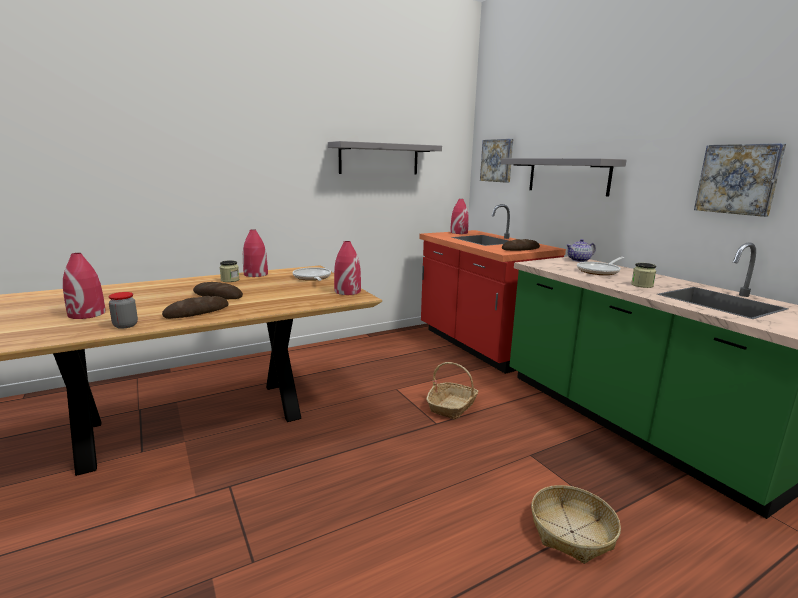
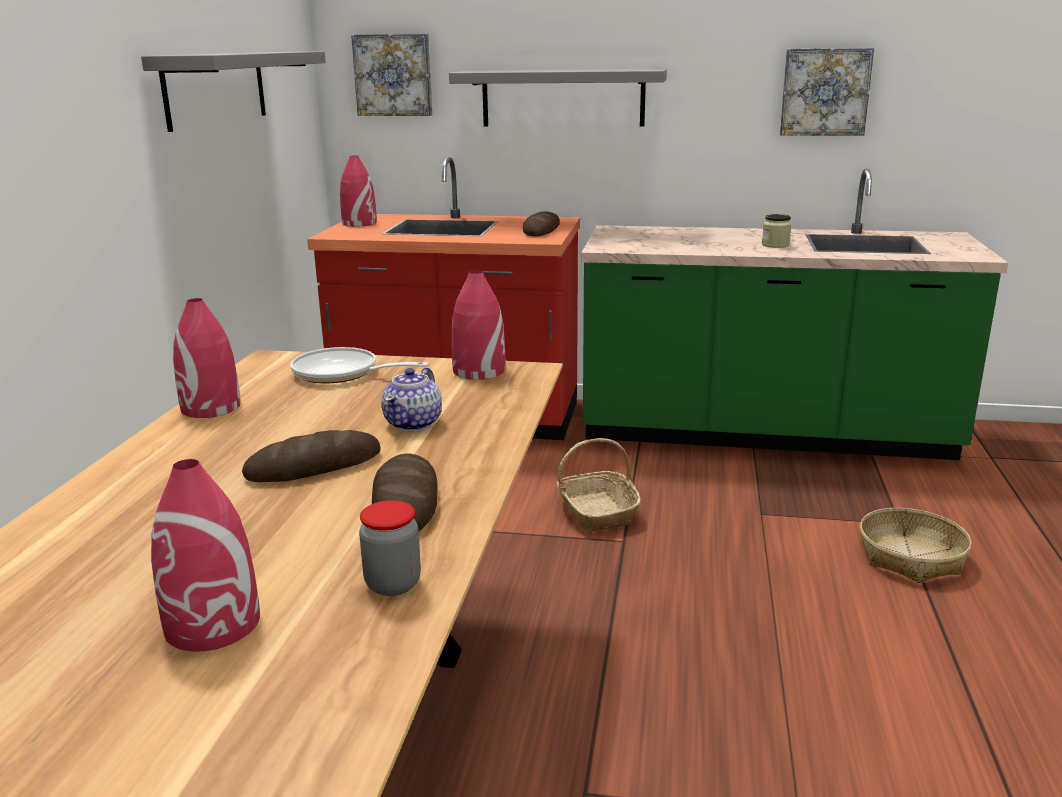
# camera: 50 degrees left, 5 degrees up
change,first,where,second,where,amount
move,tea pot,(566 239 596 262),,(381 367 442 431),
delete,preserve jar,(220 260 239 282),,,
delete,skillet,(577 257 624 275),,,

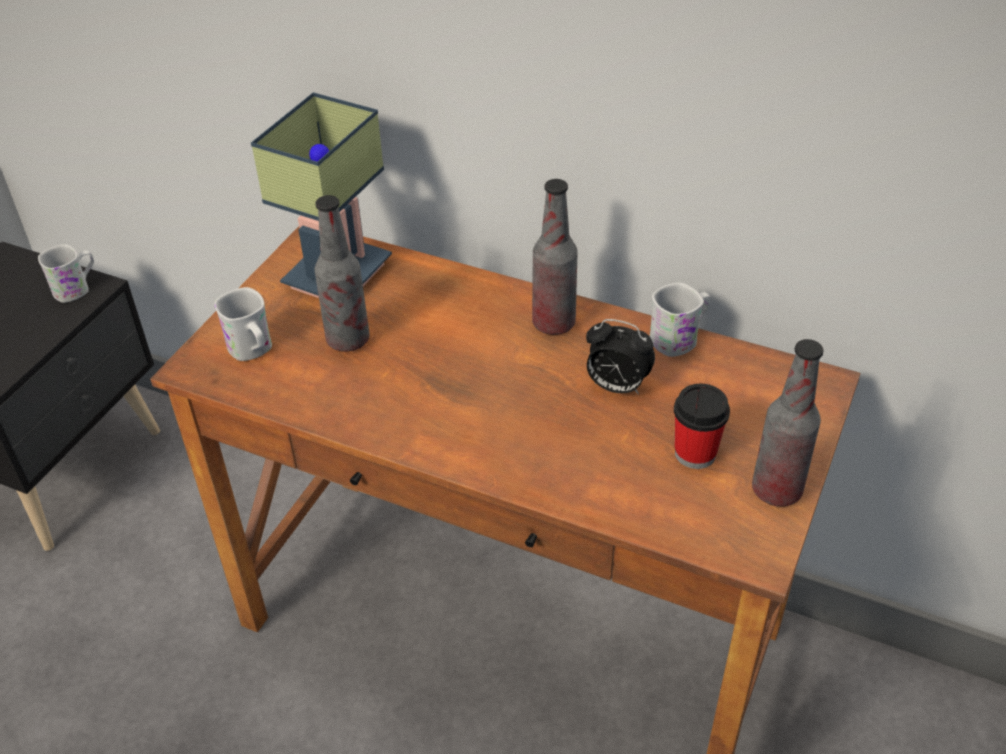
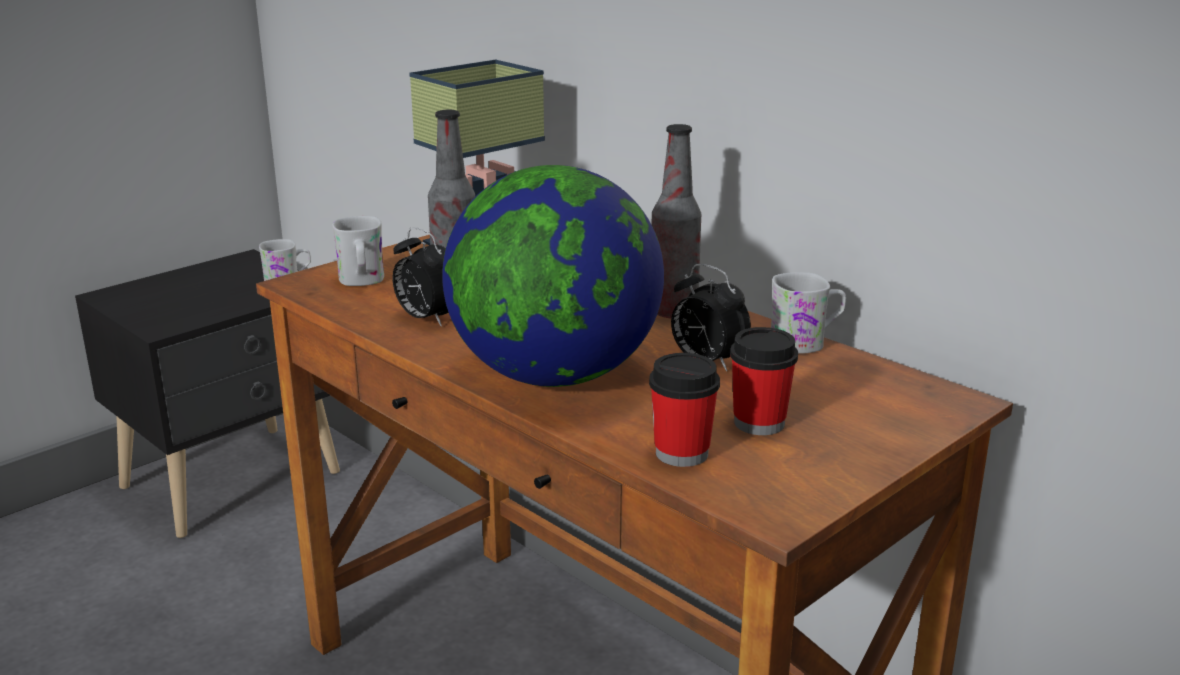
# camera: 20 degrees right, 20 degrees down
change,first,where,second,where,amount
insert,,,alarm clock,(393 227 449 327),
insert,,,world globe,(442 165 664 387),
insert,,,small cup,(649 353 720 467),
delete,bottle,(752 339 823 507),,,

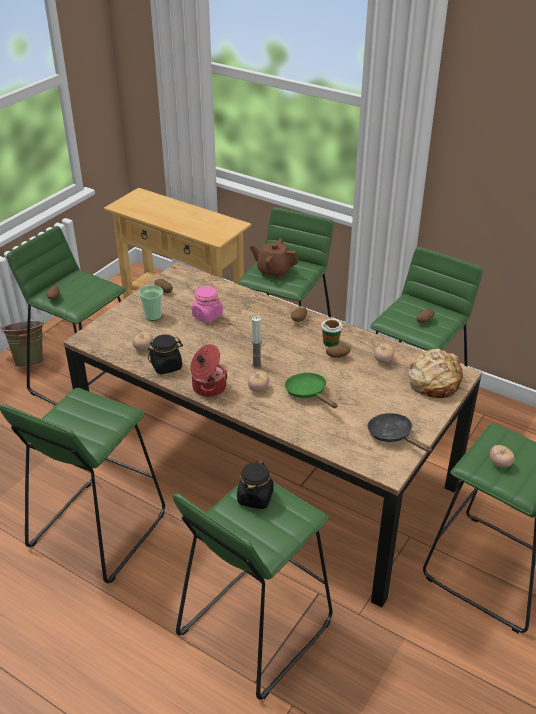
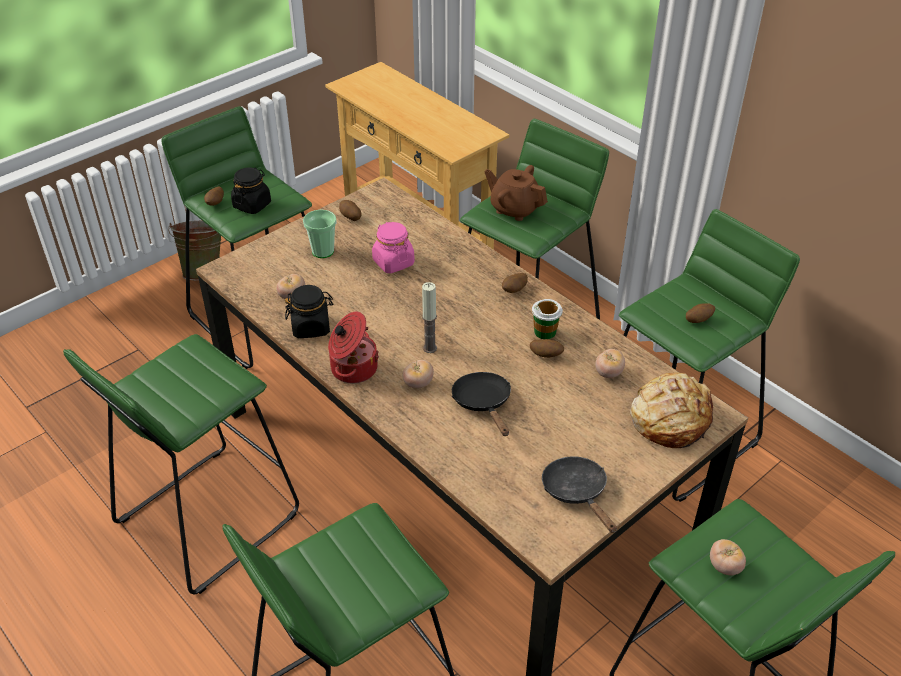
# camera: 15 degrees right, 5 degrees up
change,first,where,second,where,amount
move,black preserve jar,(237 461 274 509),,(231 168 271 214),
recolor,green-coloured skillet,(285 373 338 408),black skillet,(452 372 511 436),

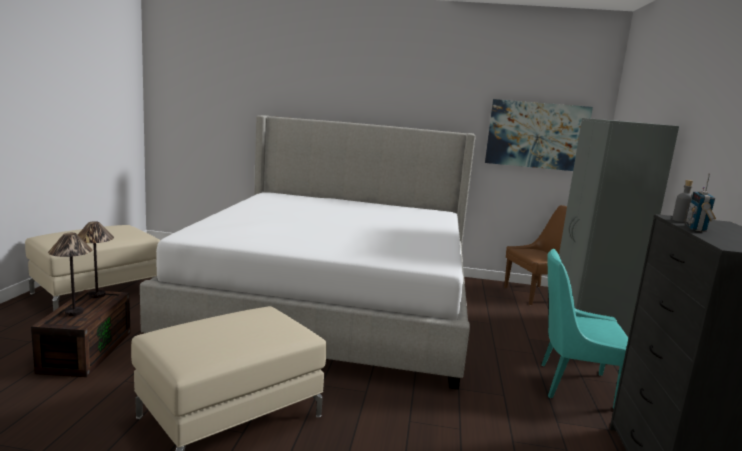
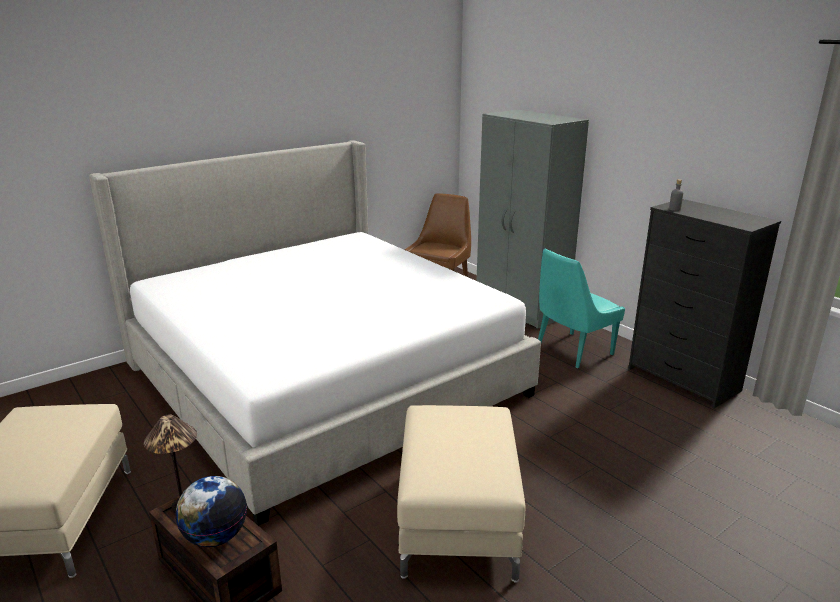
# camera: 45 degrees left, 10 degrees up
change,first,where,second,where,amount
replace,table lamp,(48 233 92 316),world globe,(176 476 247 547),
delete,wall art,(485 99 593 171),,,
delete,radio set,(686 174 716 232),,,

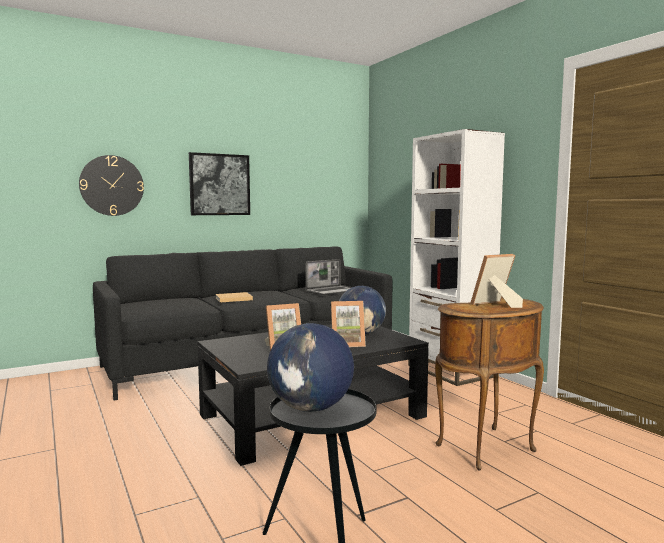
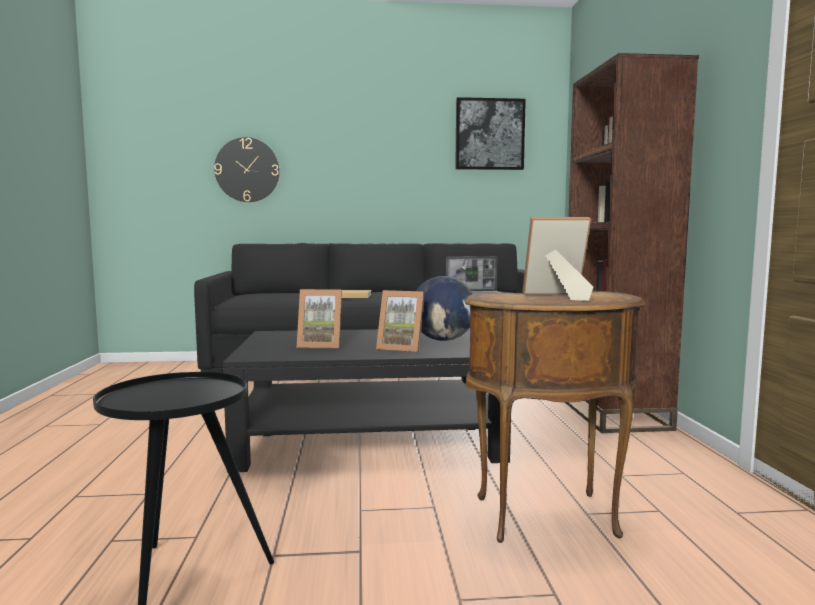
# camera: 25 degrees right, 0 degrees up
change,first,where,second,where,amount
move,wall art,(189 152 250 215),,(455 97 526 170),
recolor,white shelving unit,(408 129 505 386),brown shelving unit,(564 53 699 433),
delete,world globe,(267 323 354 412),,,

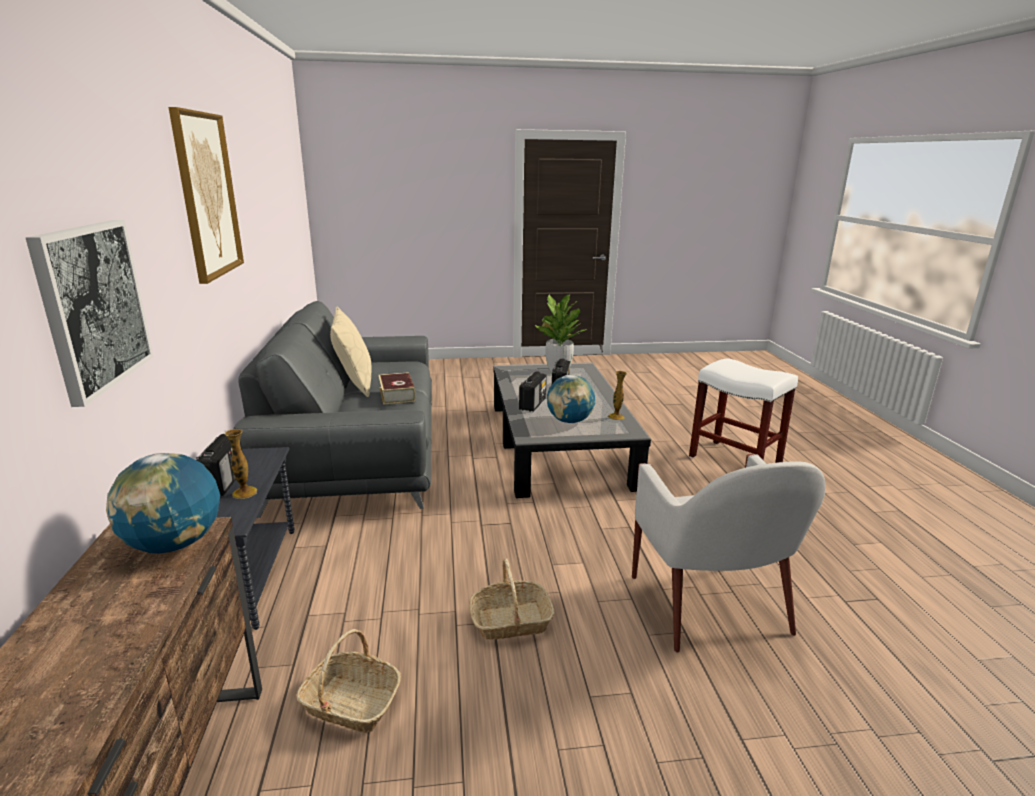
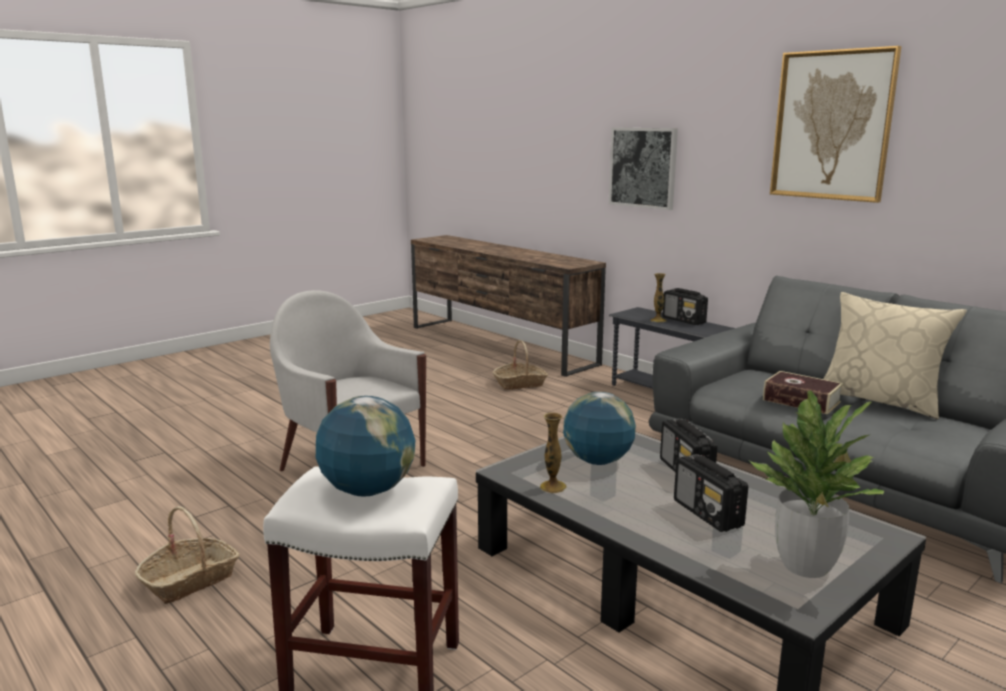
# camera: 145 degrees right, 5 degrees down
change,first,where,second,where,amount
move,household basket,(469 558 554 640),,(135 506 239 604),
move,world globe,(106 453 220 554),,(316 396 415 497),

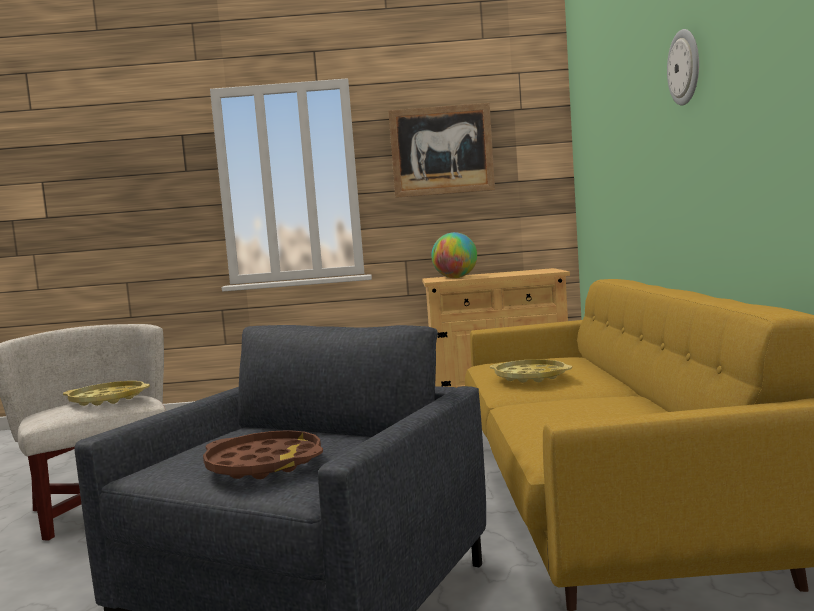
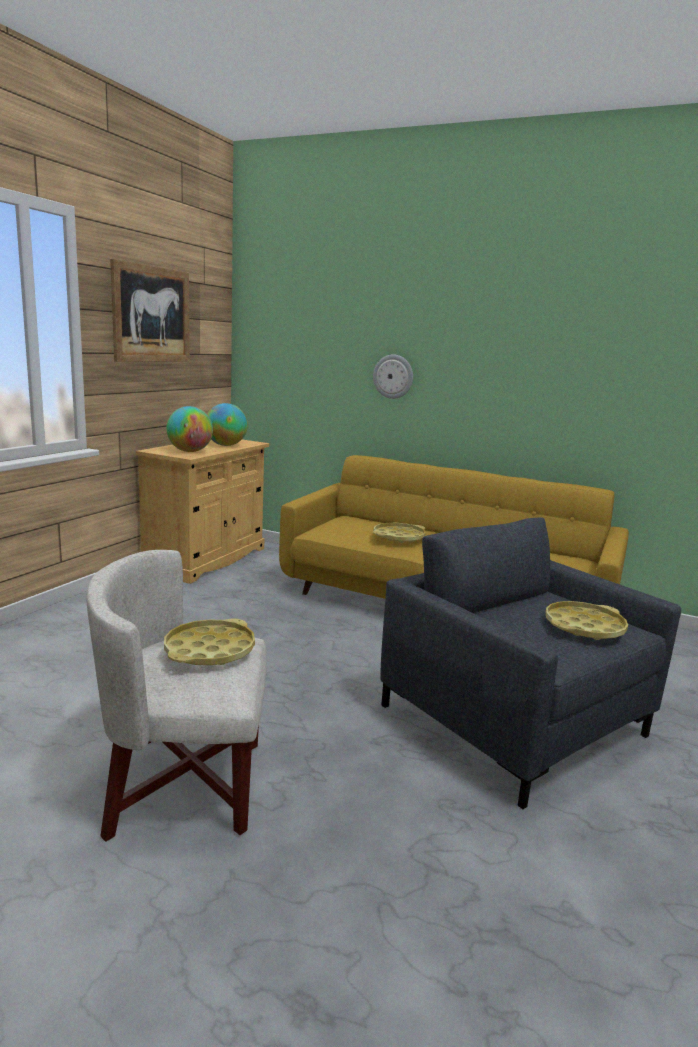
# camera: 65 degrees left, 10 degrees up
change,first,where,second,where,amount
insert,,,world globe,(207 403 248 446),
move,clock on the wall,(667 29 699 106),,(373 354 413 399),
recolor,brown carrying tray,(203 430 323 479),yellow carrying tray,(546 601 628 640),

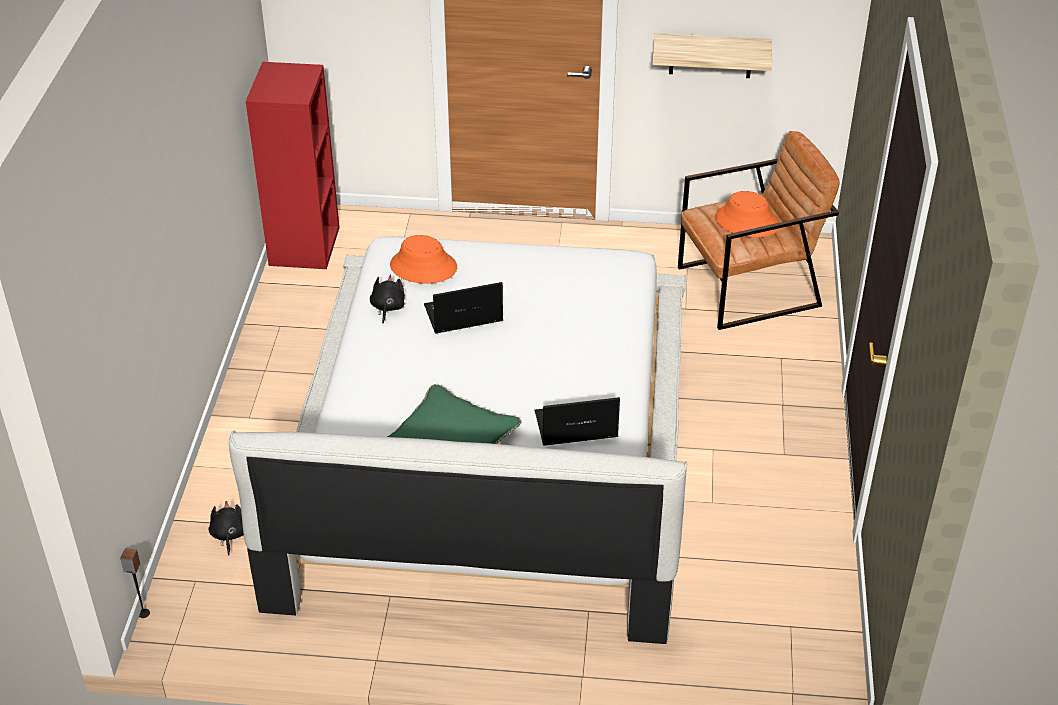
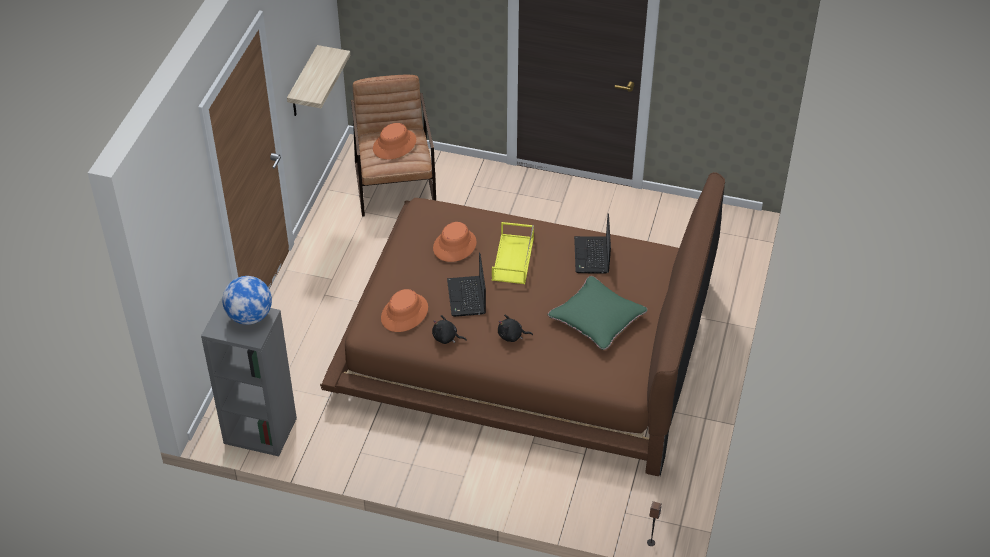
# camera: 80 degrees left, 5 degrees up
change,first,where,second,where,amount
recolor,reddish shelving unit,(246 62 340 269),grey shelving unit,(201 298 297 456),
insert,,,world globe,(222 276 272 325),
recolor,white bed,(229 236 687 644),brown bed,(320 172 725 476),
insert,,,orange-coloured hat,(433 222 477 262),
insert,,,yellow carrying tray,(492 222 534 284),
move,black cuddly toy,(209 501 244 555),,(498 315 533 342),

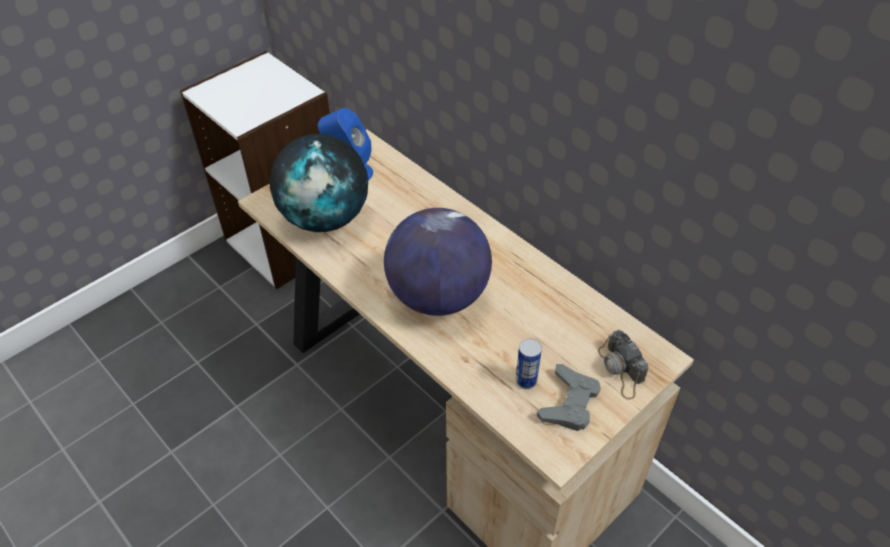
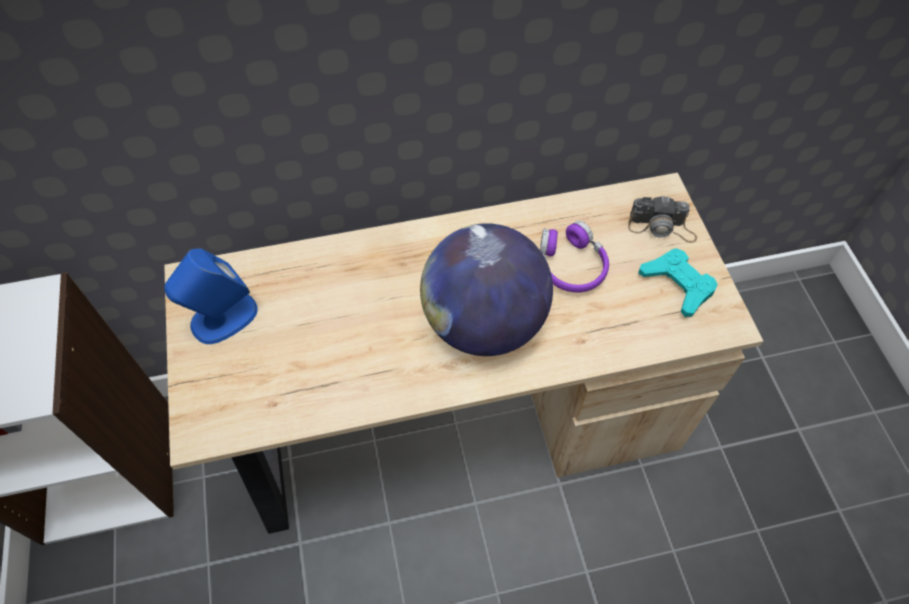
# camera: 60 degrees left, 10 degrees up
change,first,where,second,where,amount
insert,,,purple headphones,(540 220 609 293),
recolor,grey gamepad,(537 364 601 431),turquoise gamepad,(638 248 718 317),
delete,world globe,(269 134 368 232),,,
delete,metal can,(516 339 542 389),,,

